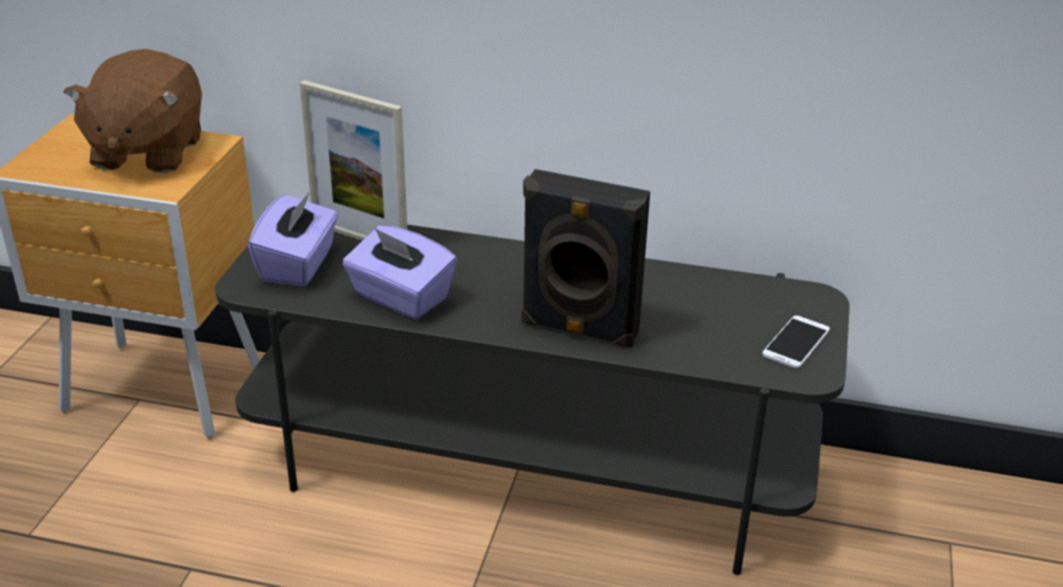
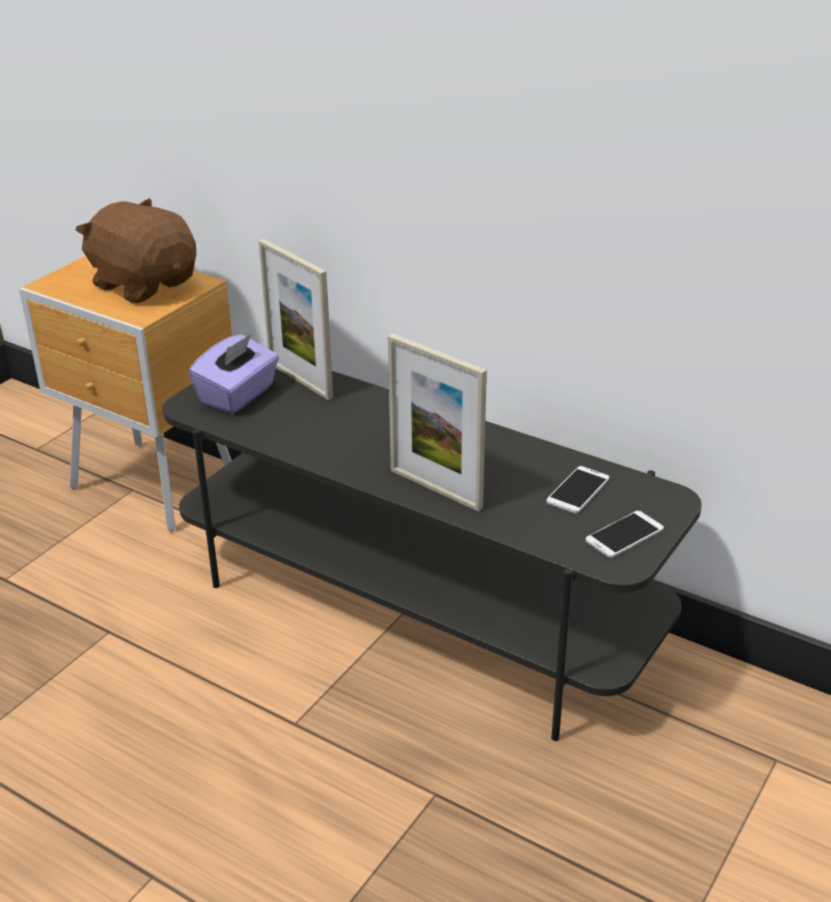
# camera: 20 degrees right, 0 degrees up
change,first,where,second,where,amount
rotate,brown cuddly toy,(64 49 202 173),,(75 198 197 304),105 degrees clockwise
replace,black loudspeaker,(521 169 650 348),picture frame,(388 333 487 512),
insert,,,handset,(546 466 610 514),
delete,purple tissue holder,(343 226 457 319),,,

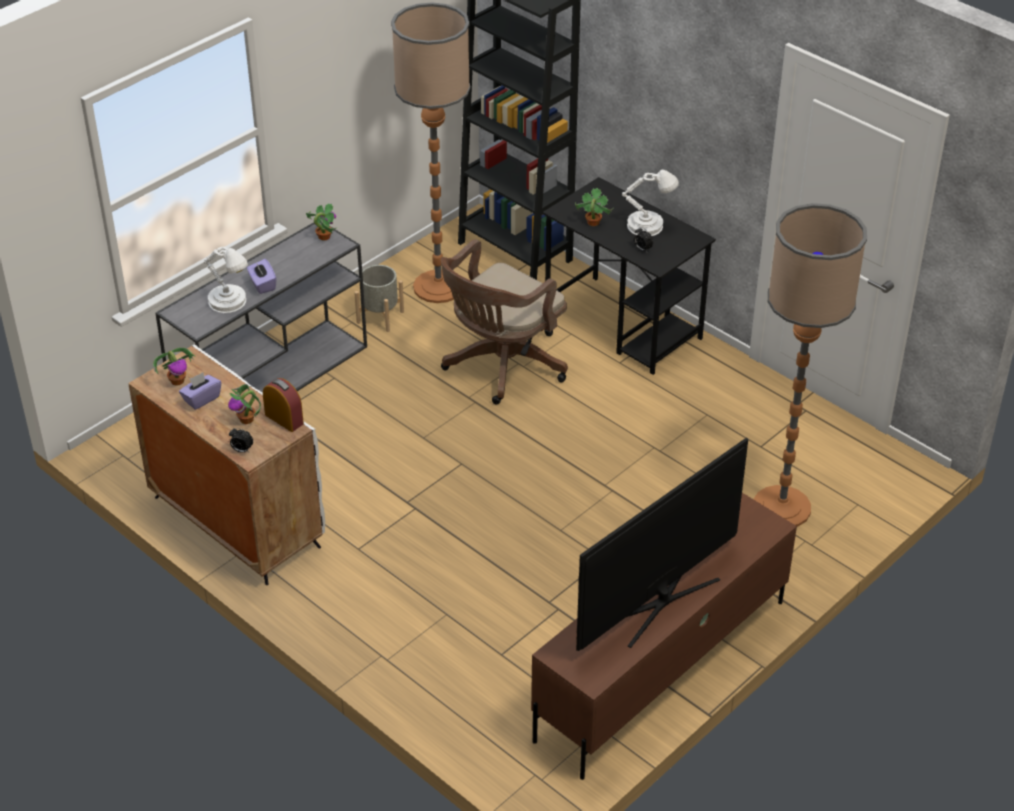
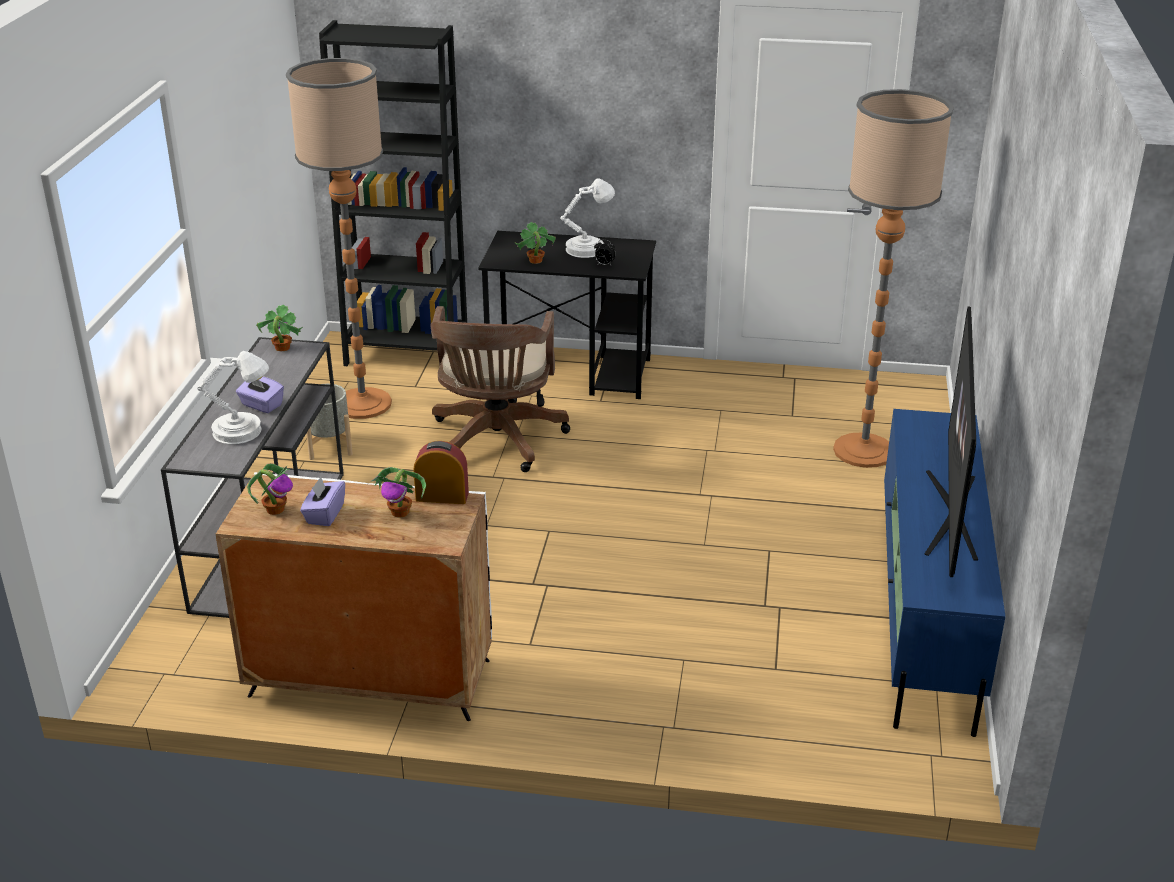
# camera: 35 degrees left, 10 degrees down
change,first,where,second,where,amount
recolor,brown media console,(531 493 797 780),blue-coloured media console,(884 409 1006 737),
delete,alarm clock,(229 428 253 453),,,

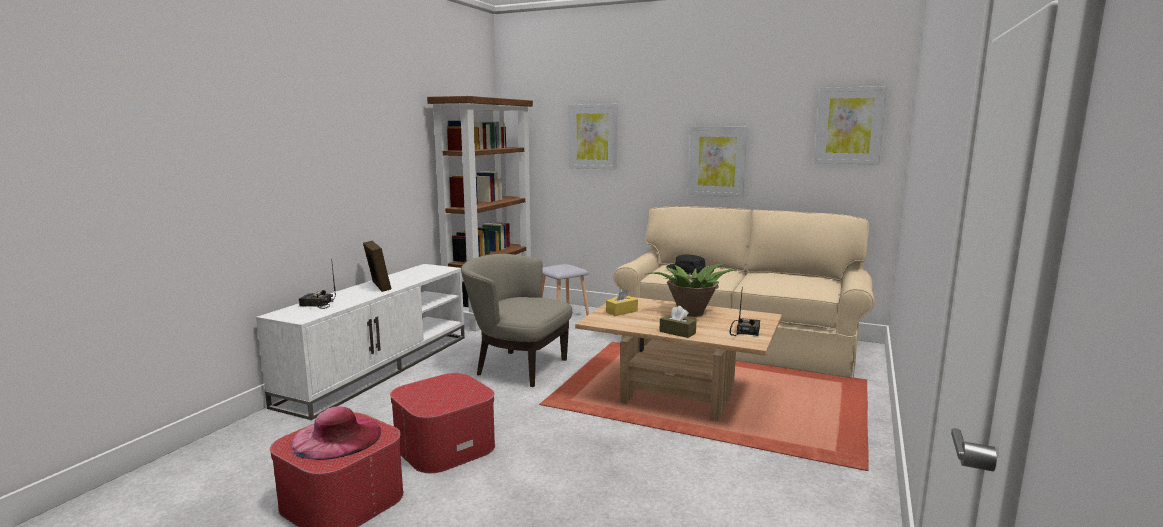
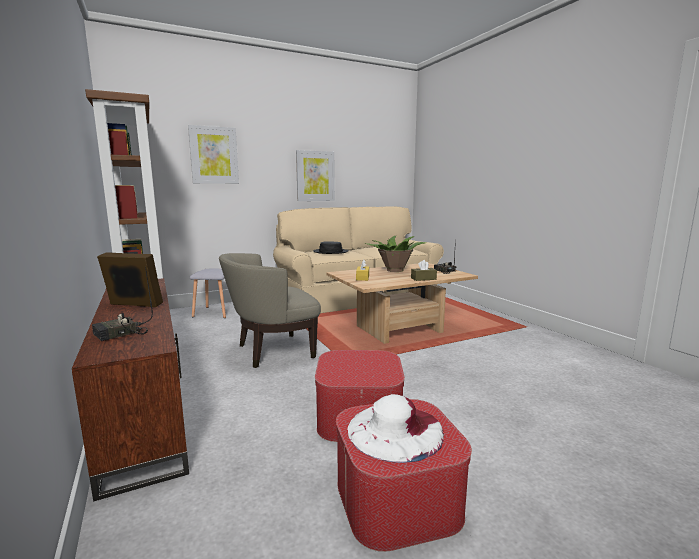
# camera: 50 degrees left, 0 degrees up
change,first,where,second,where,amount
recolor,white media console,(256 264 465 420),brown media console,(72 278 189 501),
recolor,pink hat,(290 406 382 460),white hat,(347 394 444 463),
delete,wall art,(814 86 887 165),,,

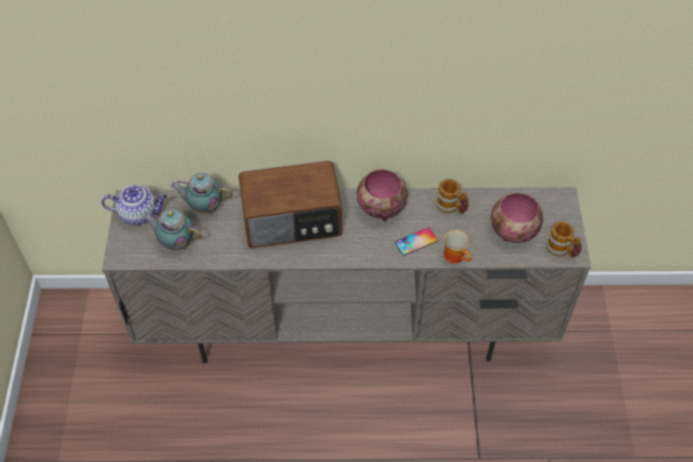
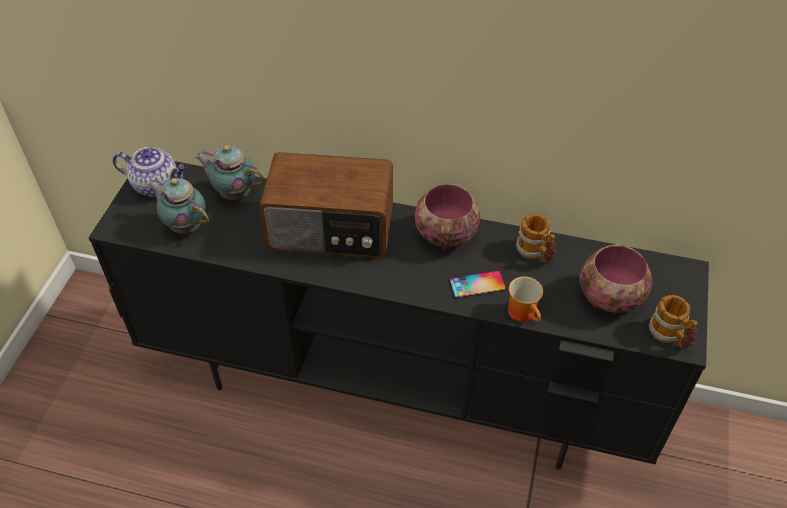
# camera: 15 degrees right, 5 degrees down
change,first,where,second,where,amount
recolor,beige media console,(102 187 591 363),black media console,(89 161 709 469),

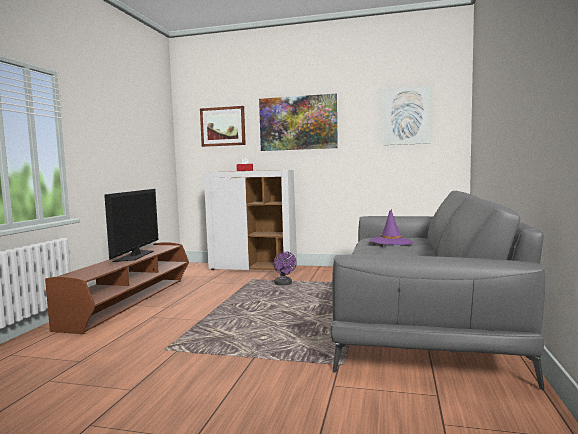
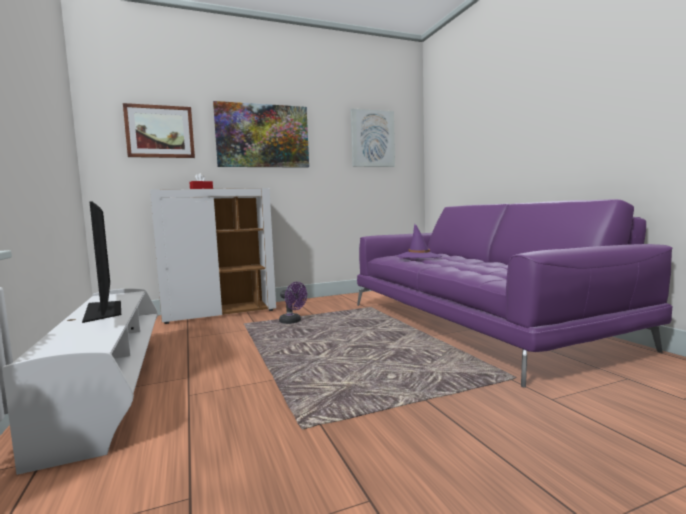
# camera: 35 degrees left, 0 degrees up
change,first,where,second,where,amount
recolor,brown media console,(45 242 189 334),white media console,(2 288 158 475),
recolor,grey settee,(330 191 545 390),purple settee,(357 199 673 388),

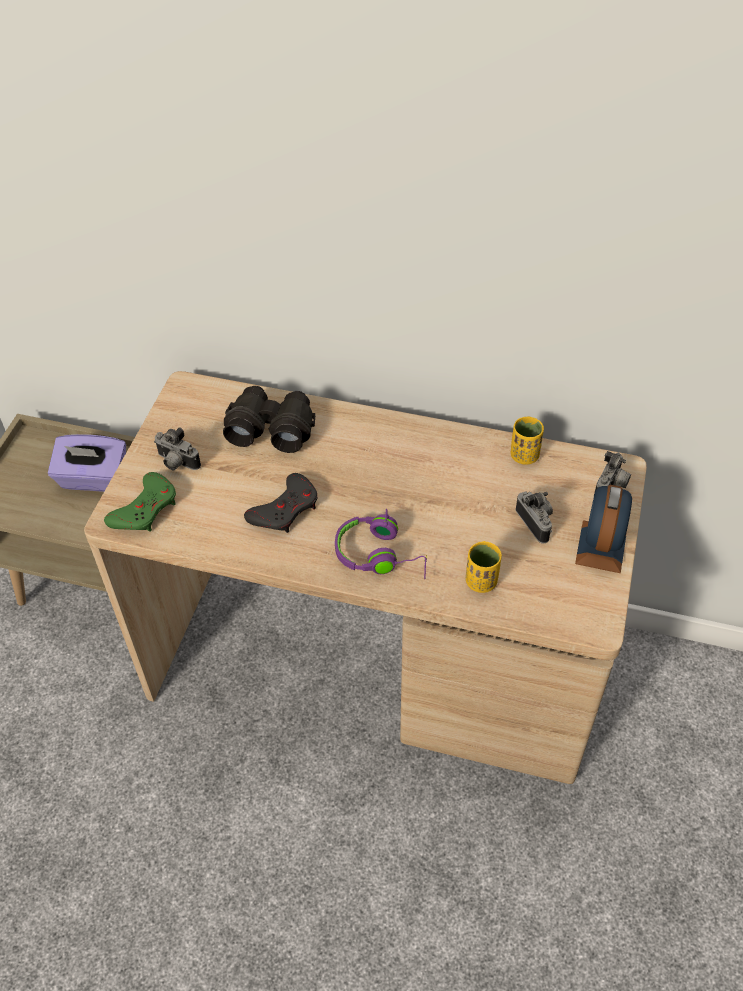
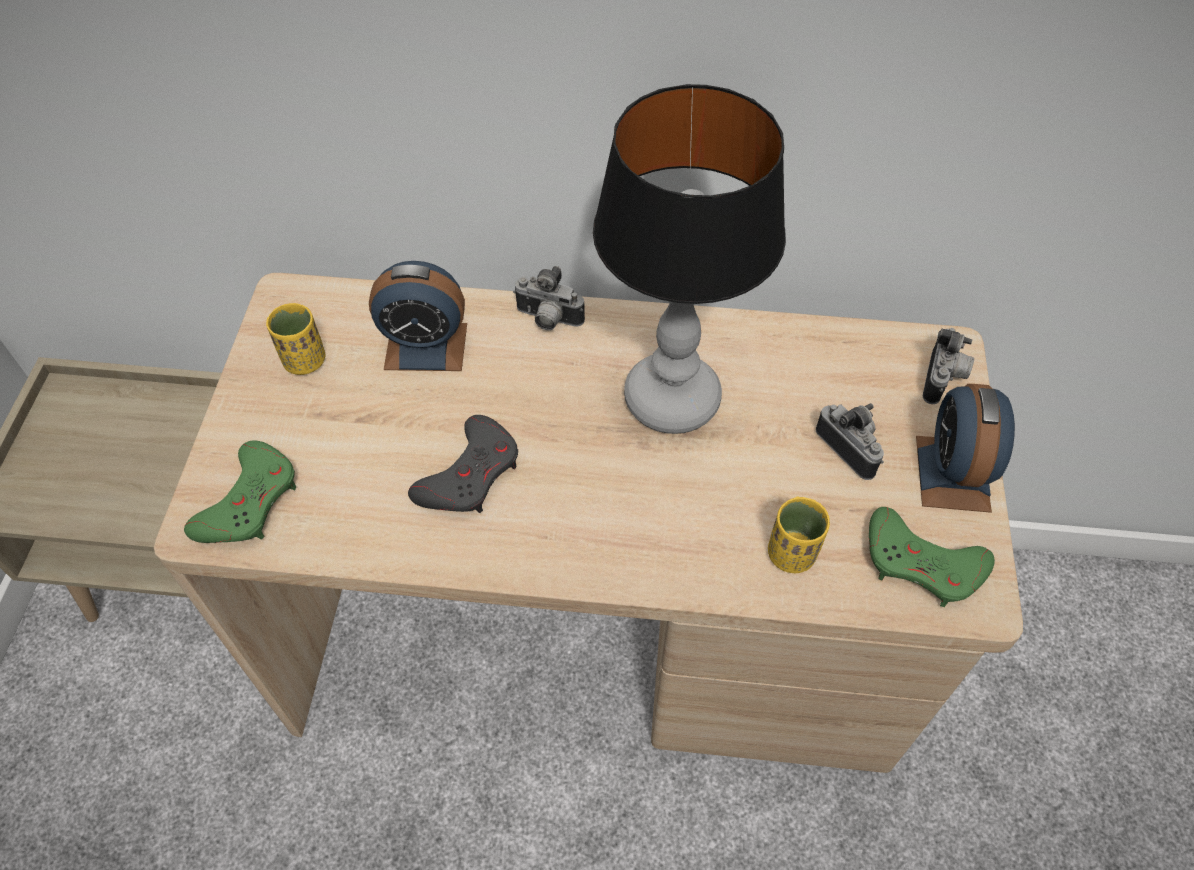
# camera: 10 degrees left, 5 degrees up
change,first,where,second,where,amount
move,yellow small cup,(511 417 544 465),,(266 303 325 375),
replace,black pair of binoculars,(223 386 315 453),alarm clock,(369 261 467 371),
move,still camera,(154 427 201 470),,(513 266 585 330),
insert,,,table lamp,(593 84 786 434),
insert,,,green-coloured gamepad,(869 507 995 607),
delete,purple tissue holder,(48 434 126 492),,,
delete,purple headphones,(335 509 427 579),,,

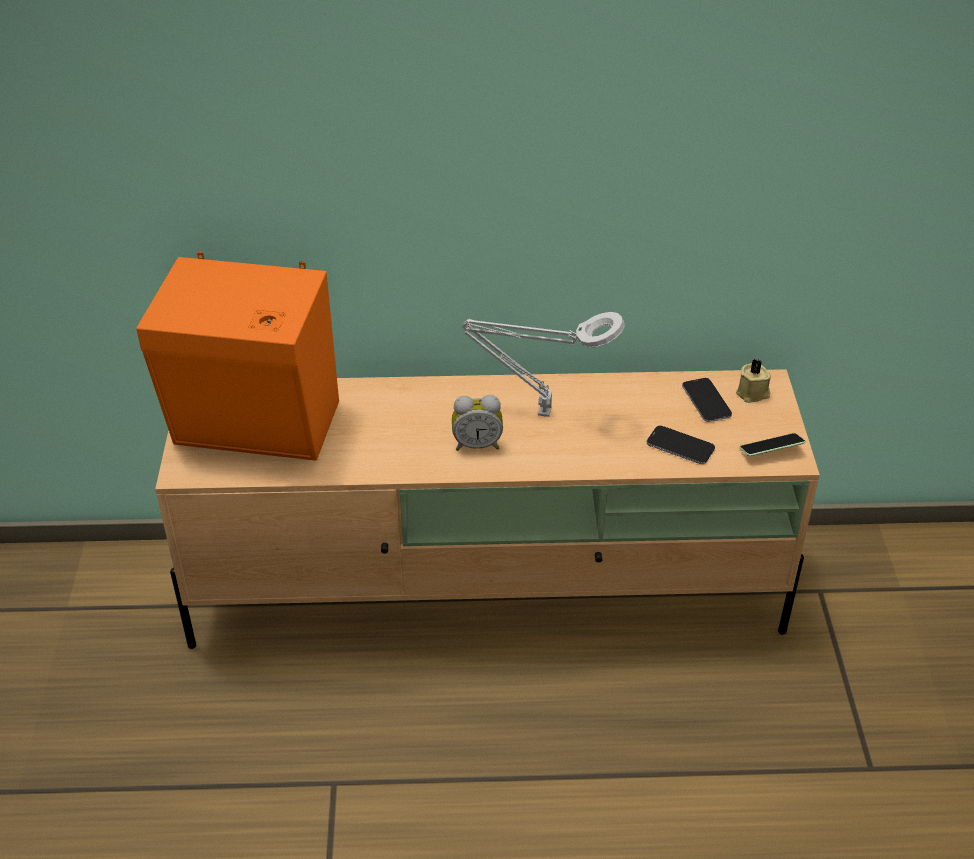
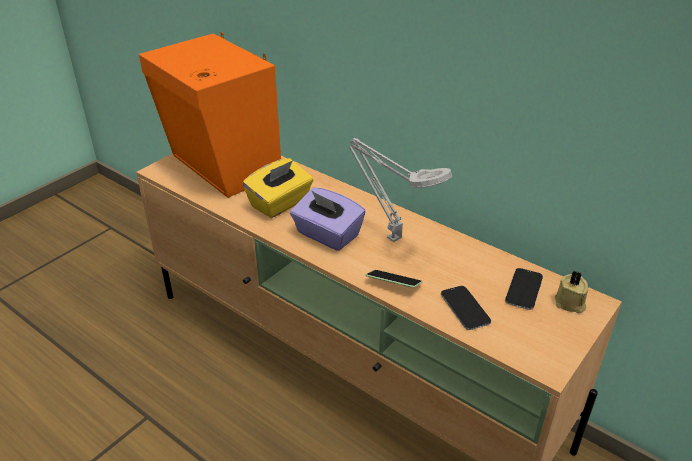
# camera: 40 degrees right, 5 degrees down
change,first,where,second,where,amount
insert,,,yellow tissue holder,(243 158 313 218),
replace,alarm clock,(452 395 503 451),purple tissue holder,(290 188 366 251),
move,handset,(739 433 806 456),,(366 270 422 288),

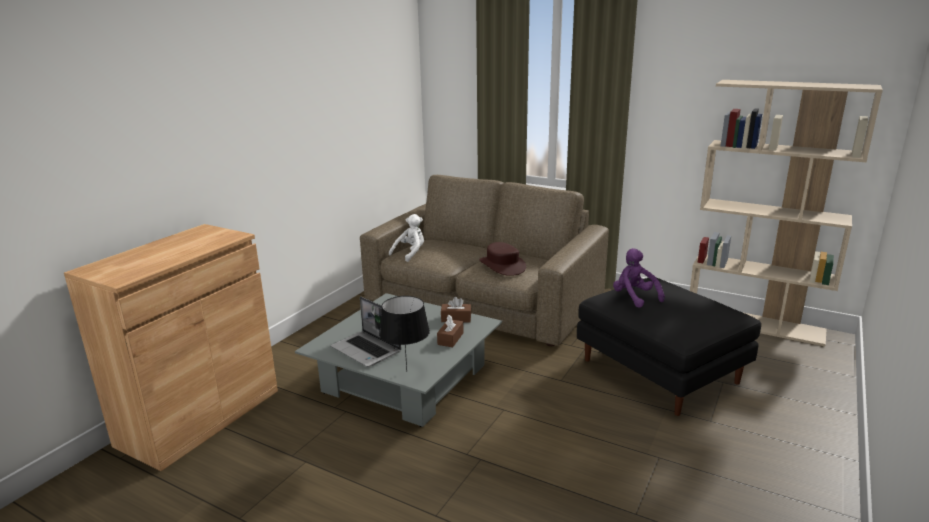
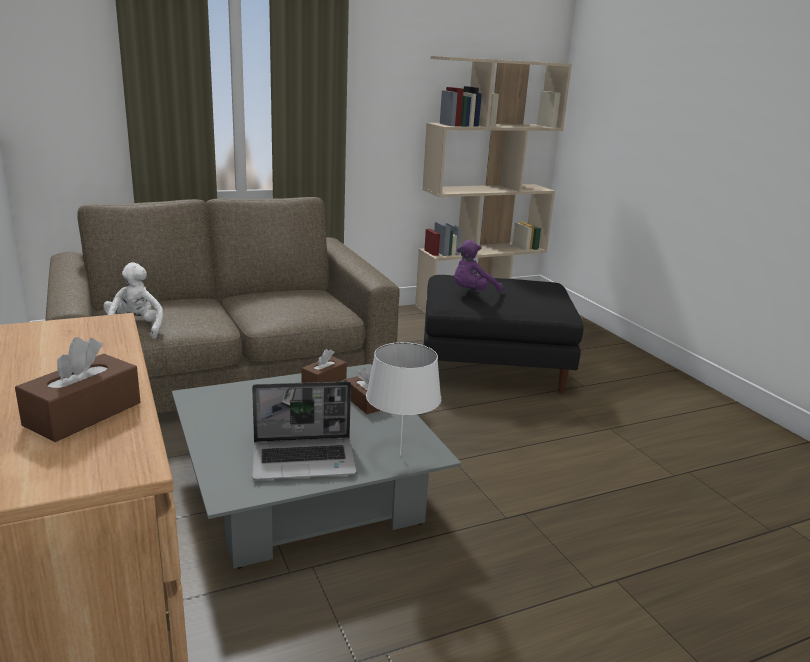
# camera: 55 degrees left, 0 degrees up
change,first,where,second,where,amount
insert,,,brown tissue holder,(15 337 140 442),
recolor,black table lamp,(379 296 430 372),white table lamp,(366 342 441 456),
rotate,purple cuddly toy,(613 248 665 308),,(454 240 503 293),45 degrees counterclockwise
delete,brown hat,(479 242 526 276),,,

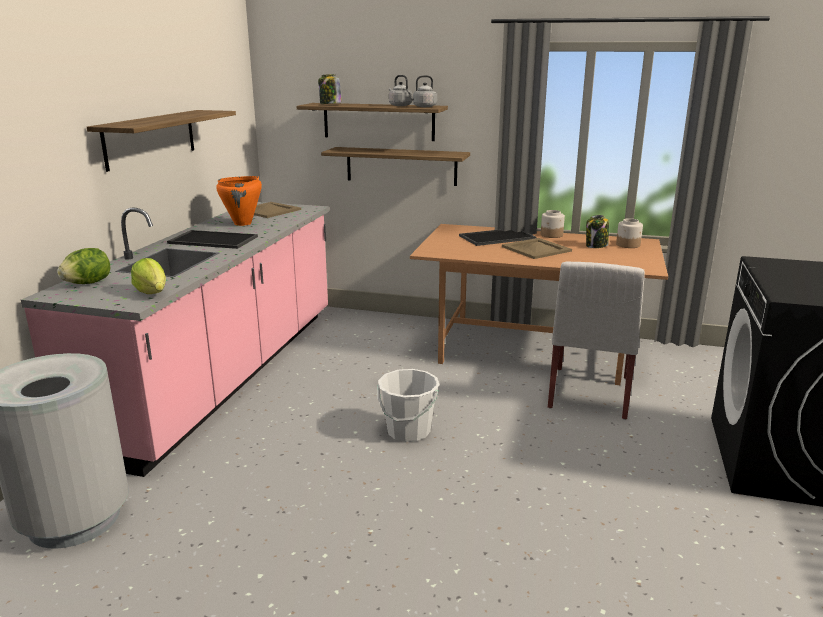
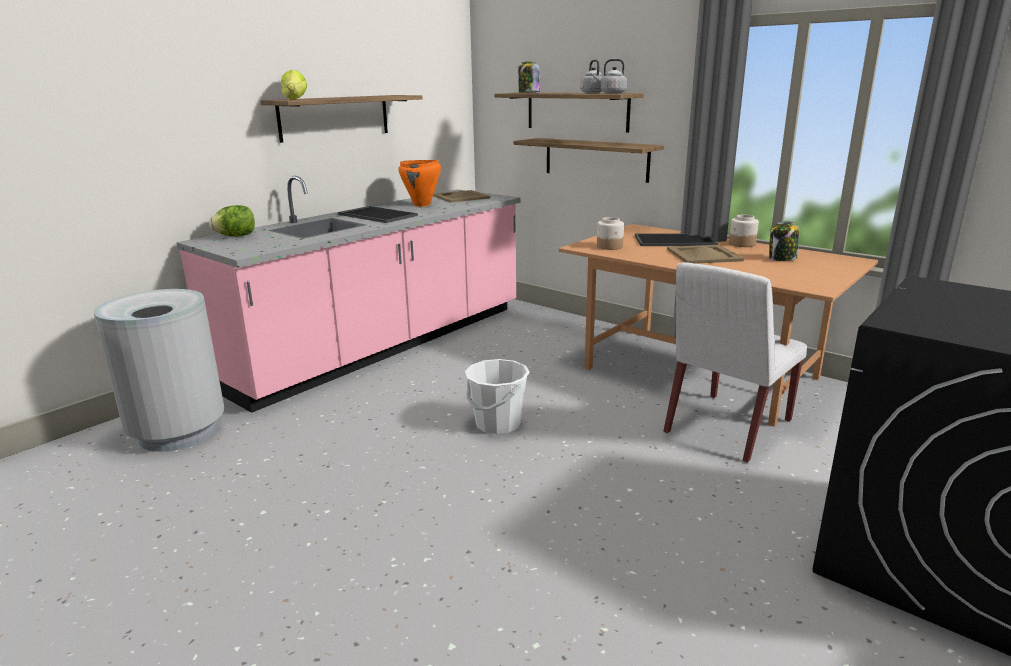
# camera: 25 degrees right, 0 degrees up
change,first,where,second,where,amount
move,lettuce,(131 258 166 294),,(281 70 307 99),
move,preserve jar,(616 218 643 248),,(597 217 624 250),

